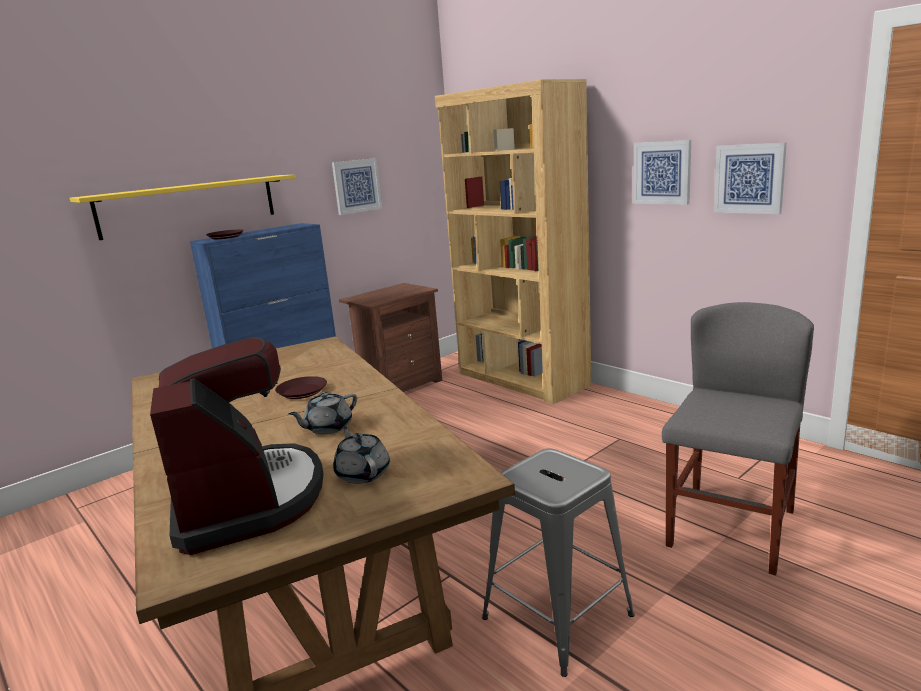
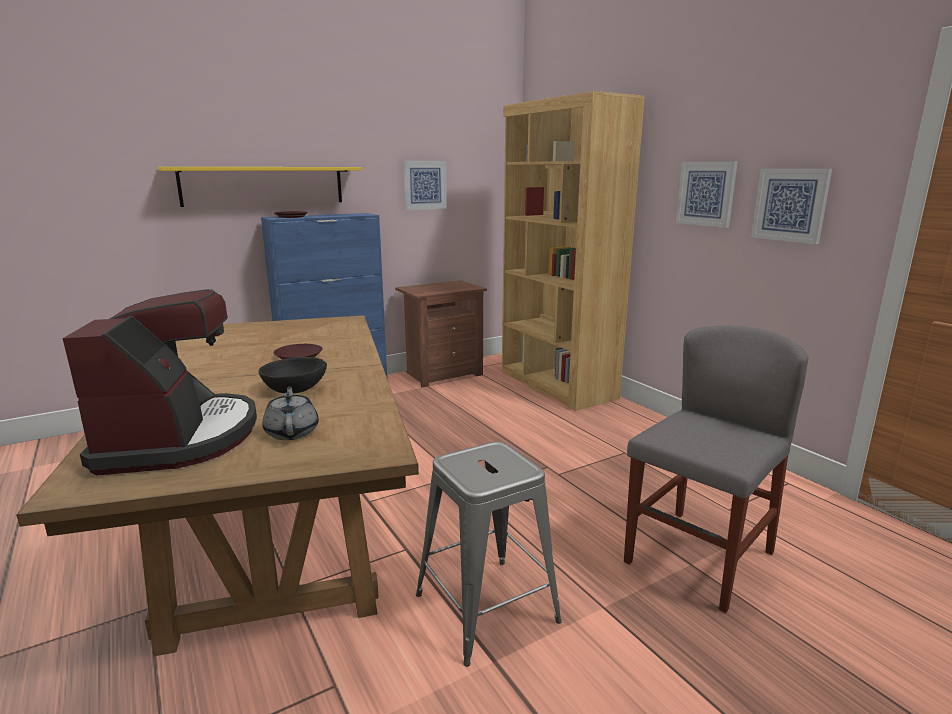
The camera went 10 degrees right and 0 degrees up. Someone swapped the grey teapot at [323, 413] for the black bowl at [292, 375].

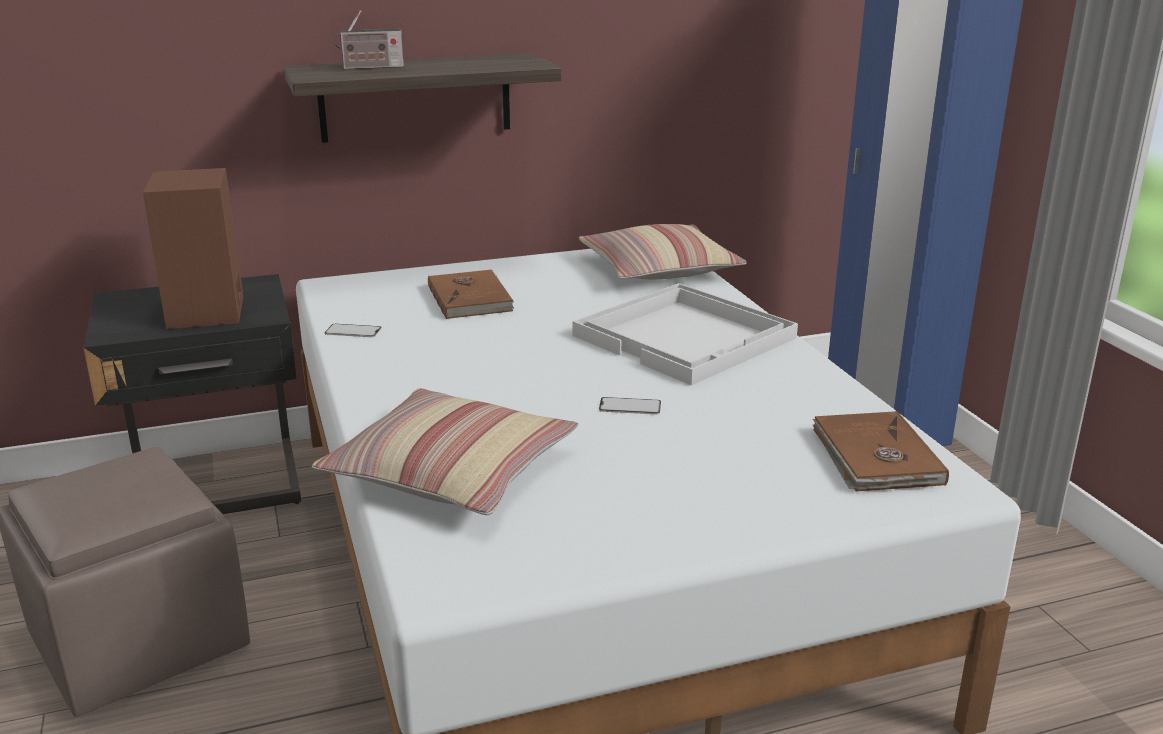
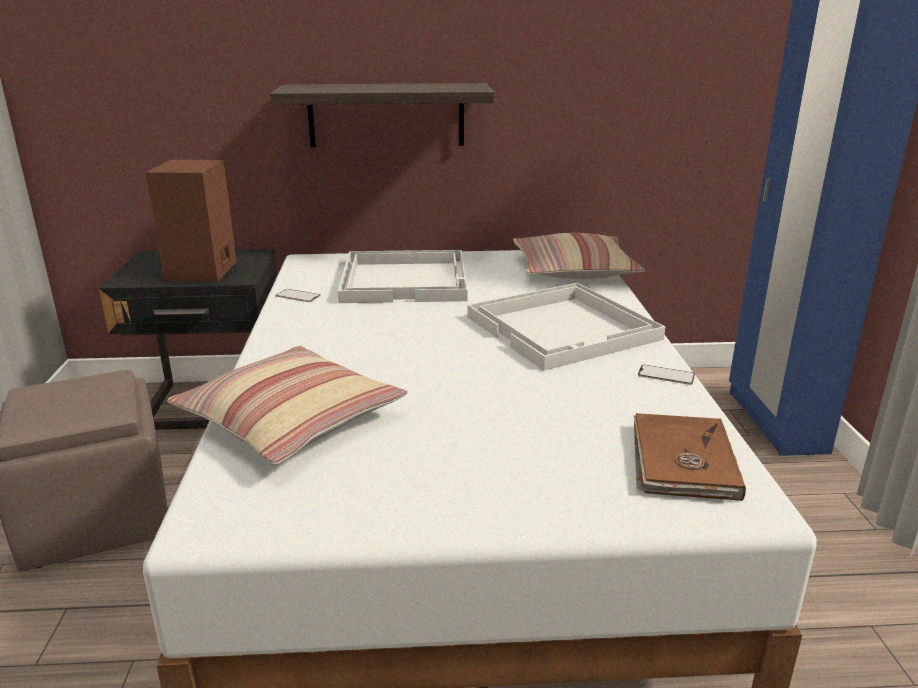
The camera went 15 degrees right and 0 degrees up. Someone took away the radio at [369, 39]. Someone swapped the brown book at [471, 294] for the white tray at [402, 276]. Someone carried the phone from [630, 406] to [666, 374].

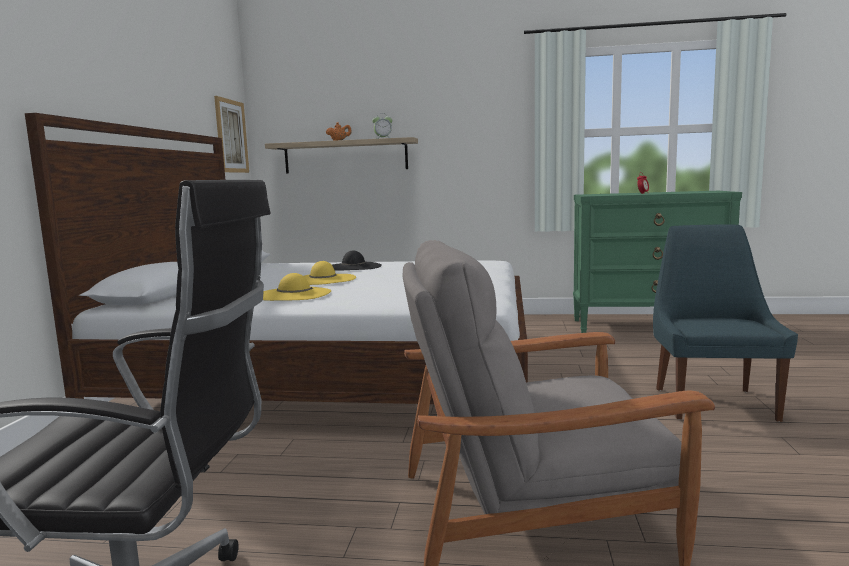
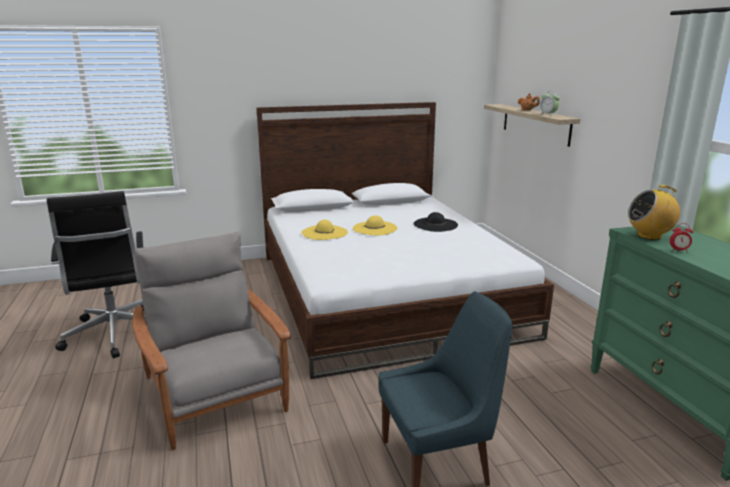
The camera went 65 degrees right and 10 degrees up. Someone took away the picture at [231, 134]. Someone put down the radio at [654, 212].

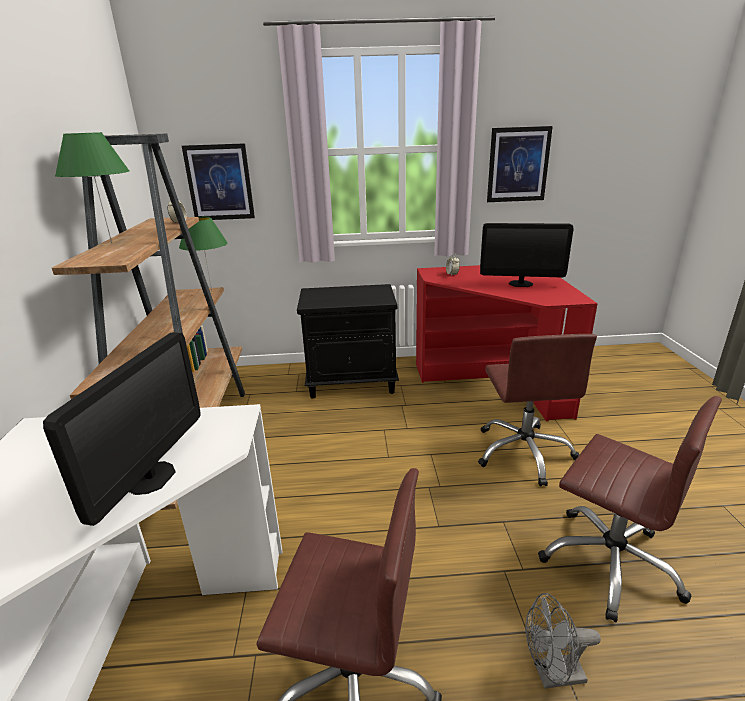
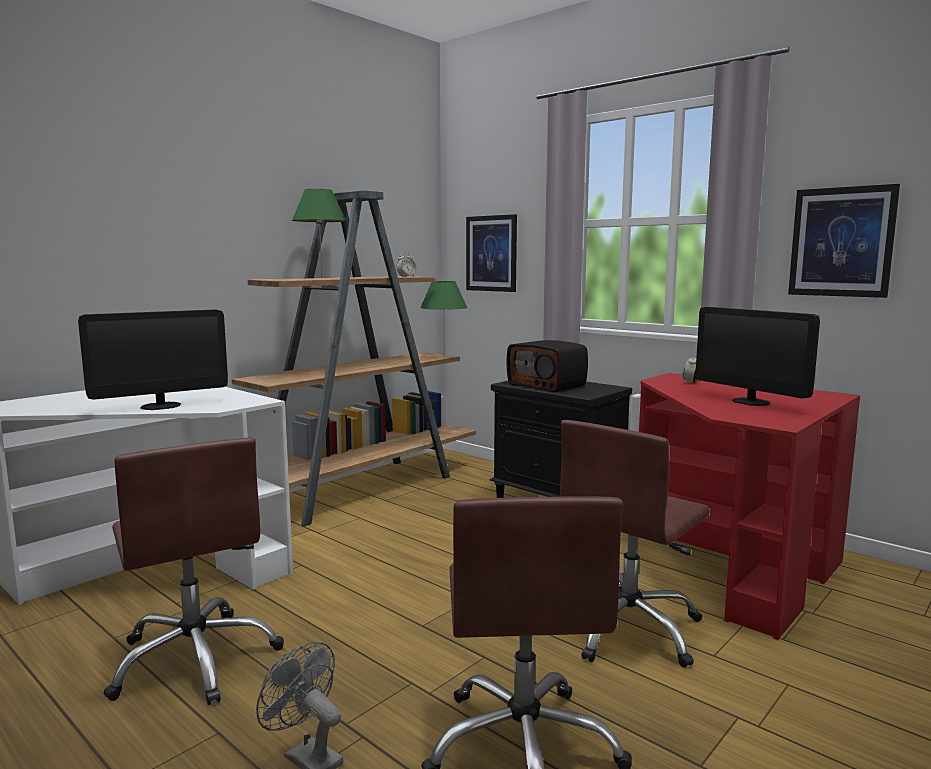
The camera went 45 degrees right and 15 degrees down. Someone put down the radio at [547, 366].

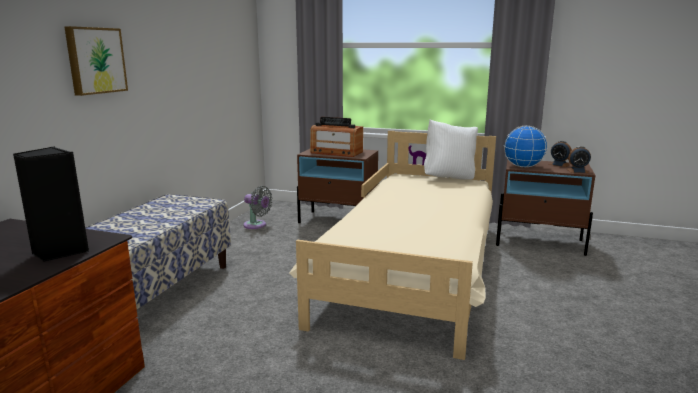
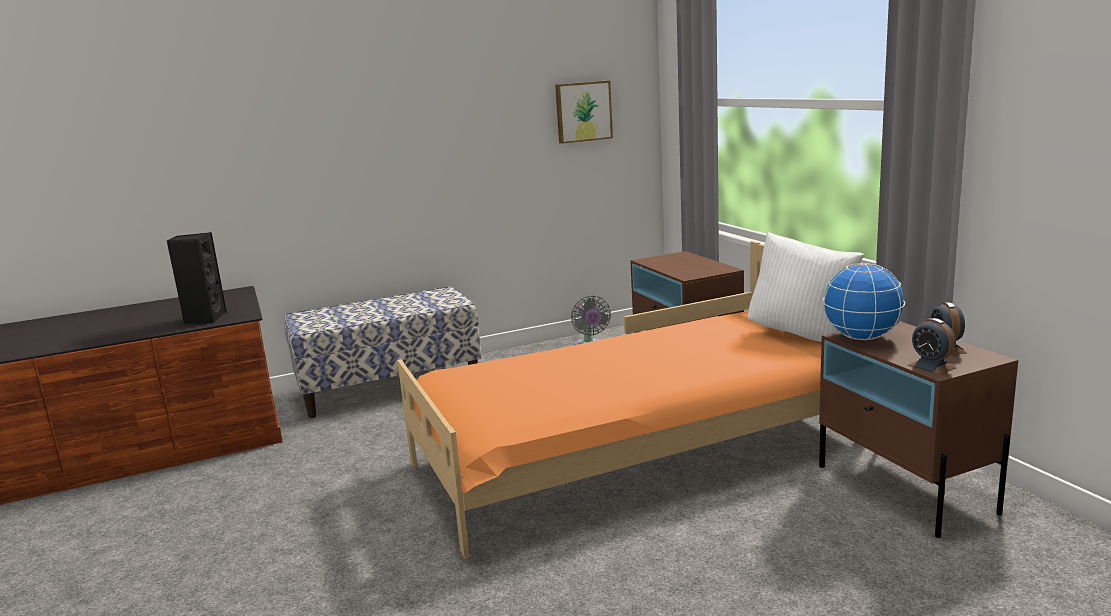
The camera went 50 degrees right and 0 degrees up. Someone carried the picture from [96, 61] to [584, 112]. Someone took away the radio at [336, 137]. Someone repainted the beige bed at [392, 245], which became the orange bed at [609, 400].

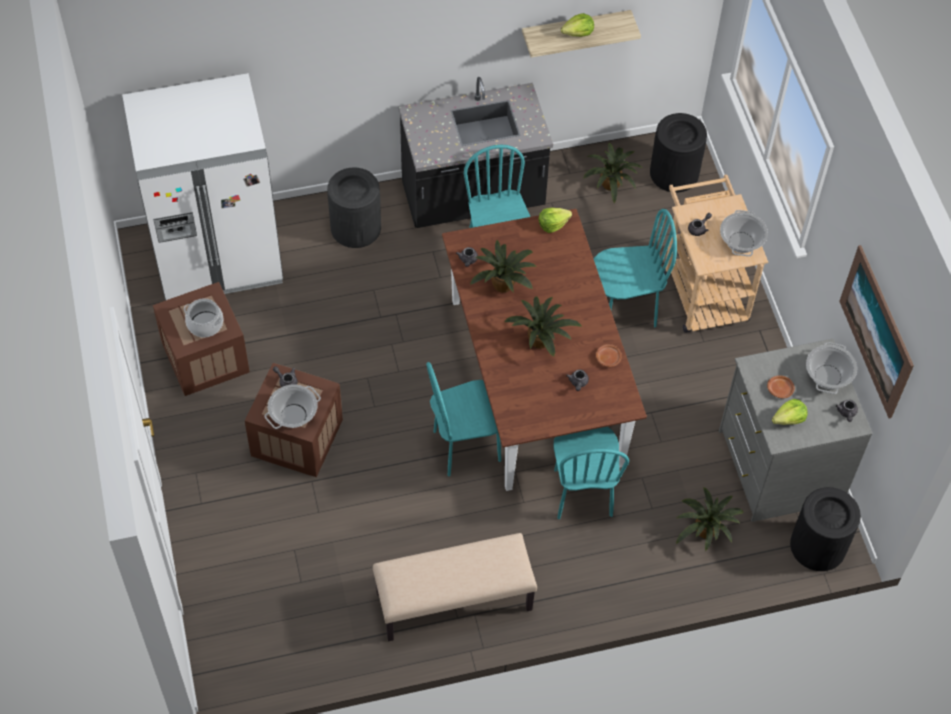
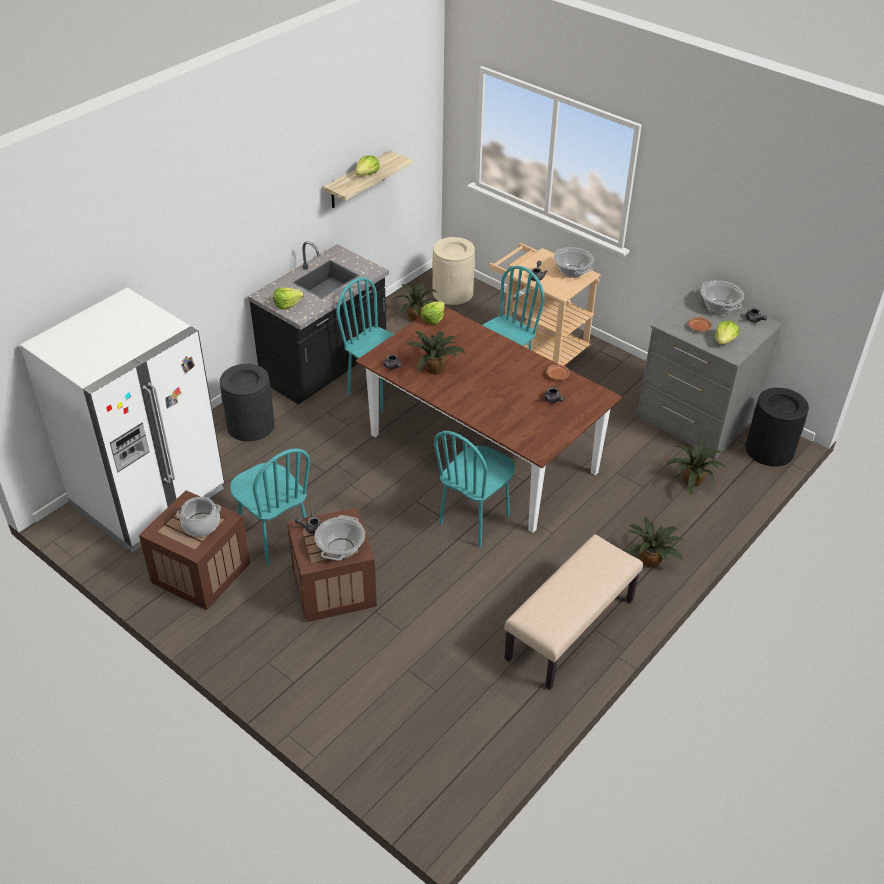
The camera went 35 degrees left and 15 degrees down. Someone repainted the black trash can at [678, 152], which became the beige trash can at [453, 271]. Someone took away the picture at [876, 331]. Someone carried the potted plant from [543, 326] to [655, 542]. Someone carried the turquoise chair from [591, 472] to [270, 507]. Someone put down the lettuce at [288, 298].

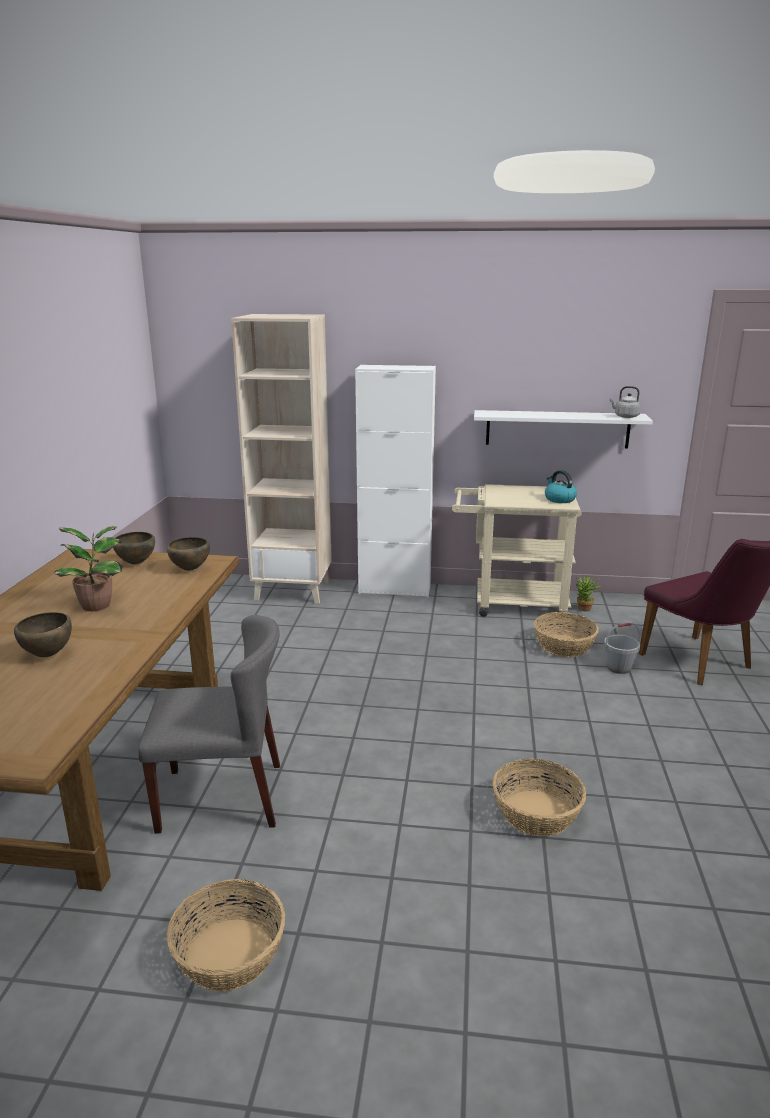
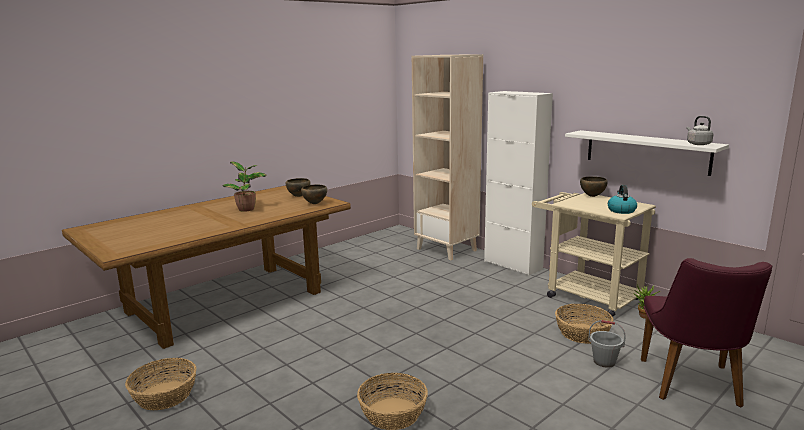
The camera went 40 degrees right and 5 degrees down. Someone carried the brown bowl from [43, 634] to [594, 186]. Someone took away the grey chair at [209, 724].

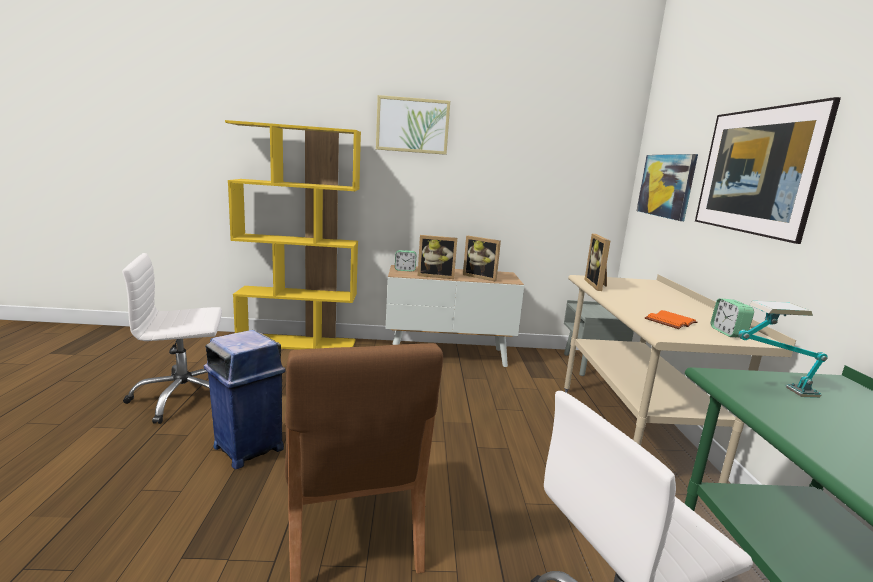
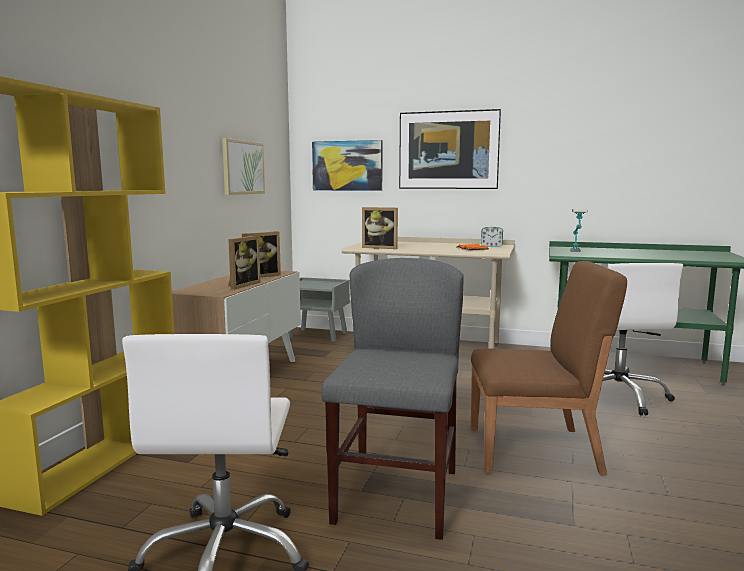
The camera went 70 degrees left and 5 degrees down. Someone carried the picture from [413, 125] to [243, 166]. Someone took away the alarm clock at [405, 260]. Someone swapped the blue trash can at [245, 399] for the grey chair at [392, 399].

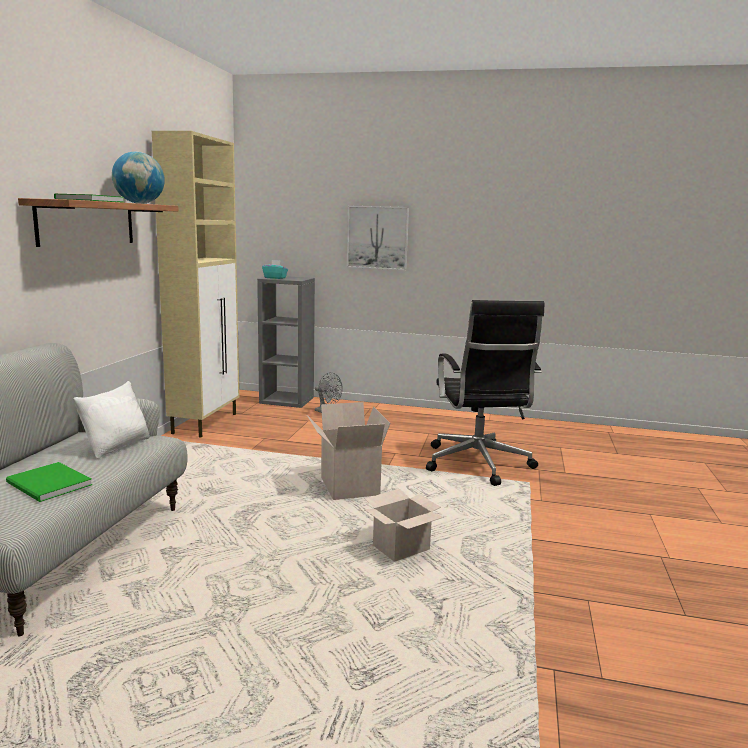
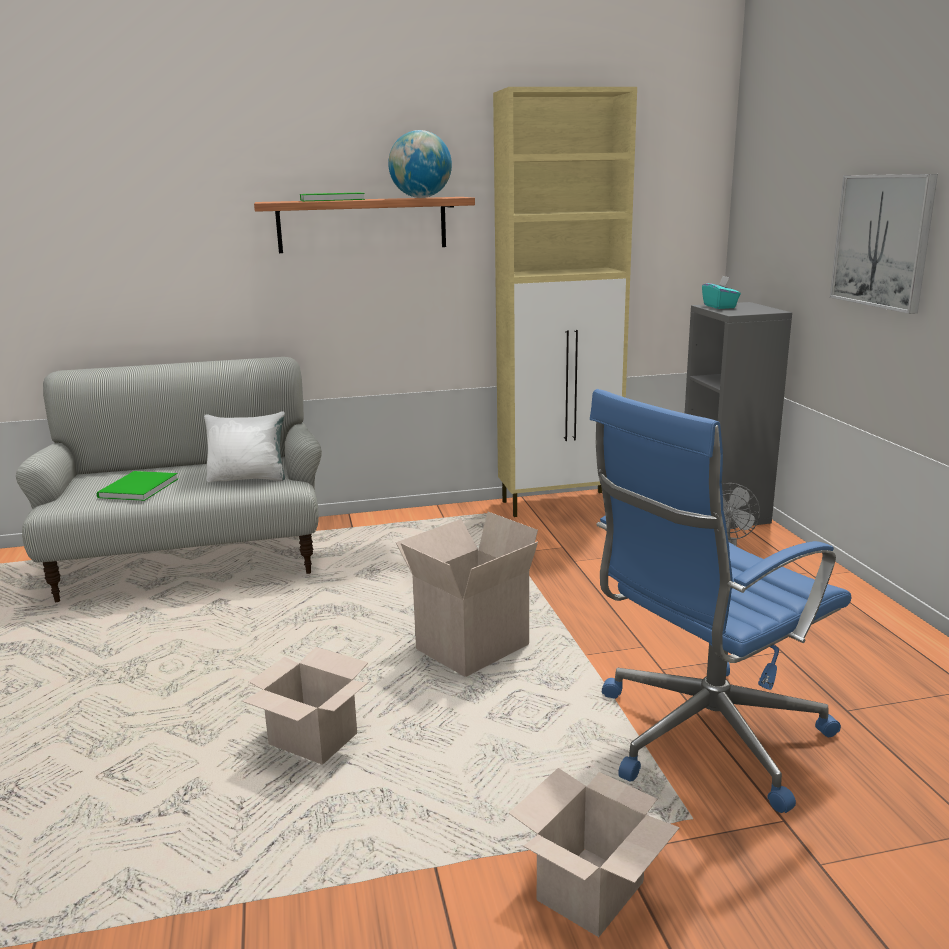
The camera went 65 degrees right and 5 degrees up. Someone repainted the black office chair at [485, 393], which became the blue office chair at [720, 601]. Someone put down the cardboard box at [594, 852].

